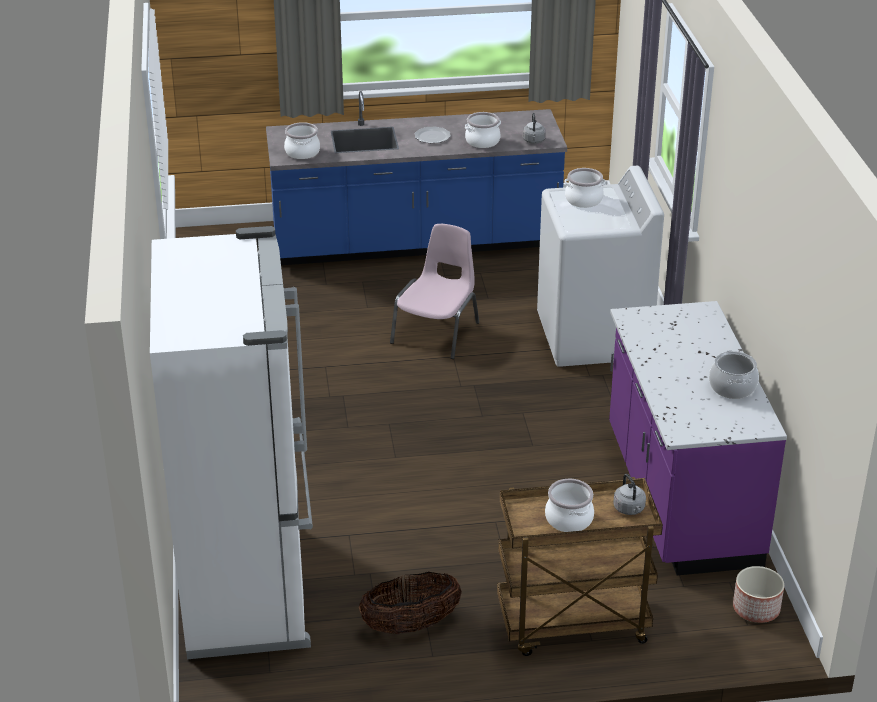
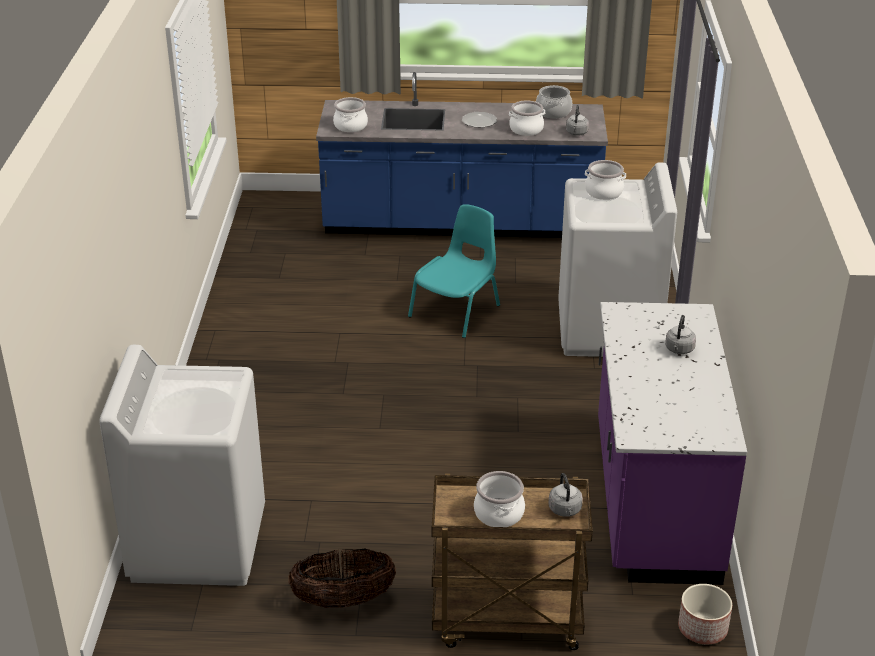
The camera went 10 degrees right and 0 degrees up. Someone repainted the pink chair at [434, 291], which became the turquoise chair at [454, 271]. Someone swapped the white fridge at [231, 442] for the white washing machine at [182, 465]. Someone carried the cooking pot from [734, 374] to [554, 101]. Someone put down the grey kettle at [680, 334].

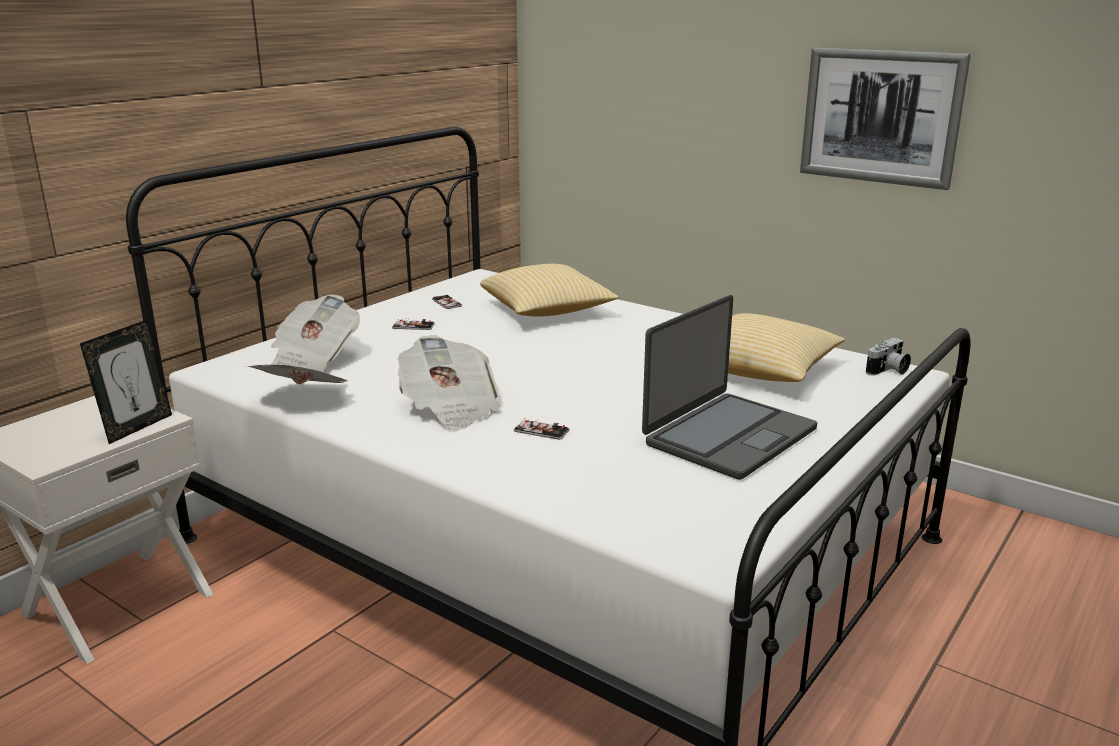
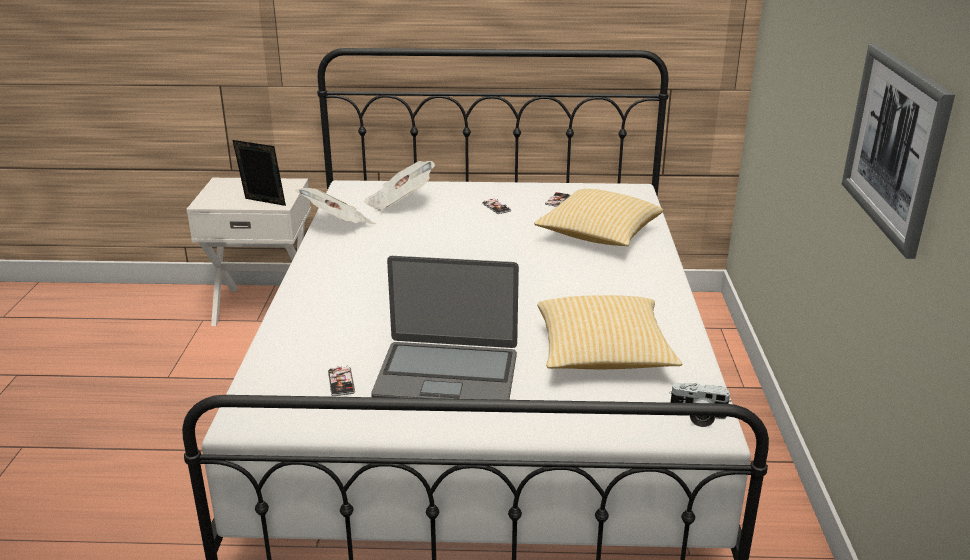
The camera went 55 degrees right and 5 degrees up. Someone rotated the picture frame at [126, 382] by 150 degrees counterclockwise. Someone took away the newspaper at [449, 383]. Someone carried the phone from [541, 429] to [341, 381].

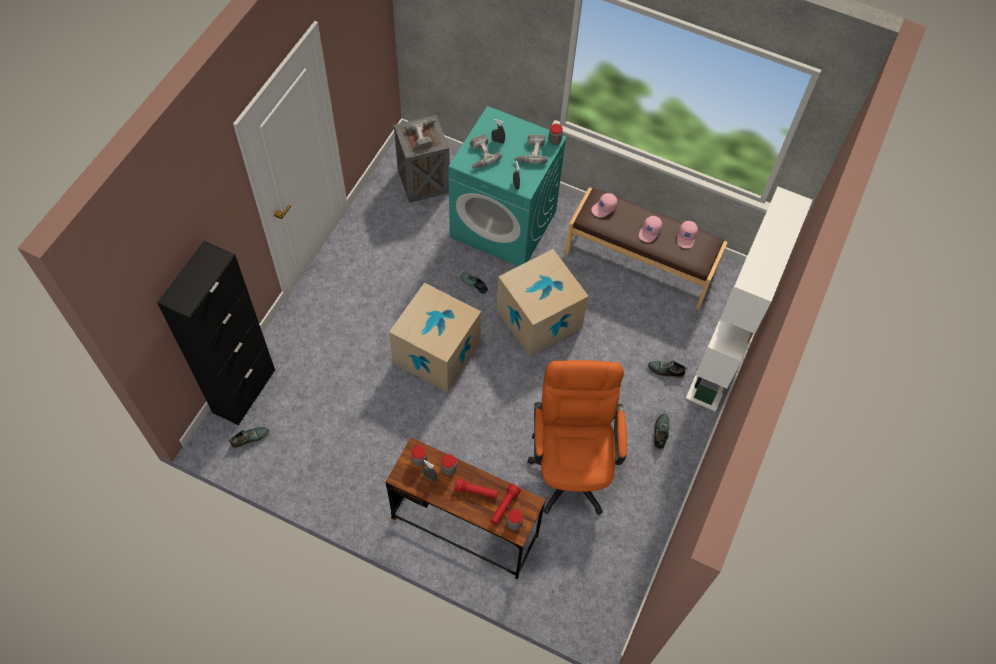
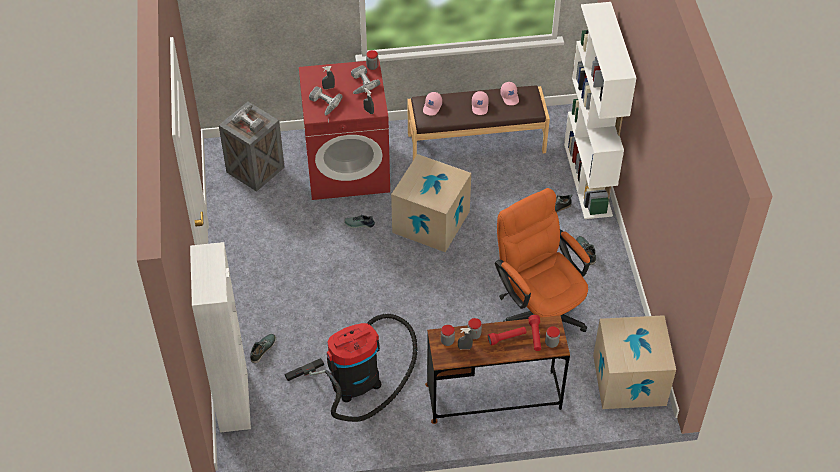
The camera went 30 degrees left and 10 degrees down. Someone repainted the turquoise washing machine at [507, 186], which became the red washing machine at [344, 130]. Someone repainted the black cabinet at [216, 333], which became the white cabinet at [220, 337]. Someone carried the cardboard box from [435, 337] to [634, 362]. Someone carried the shoe from [249, 438] to [263, 348]. Someone put down the vacuum cleaner at [351, 368].

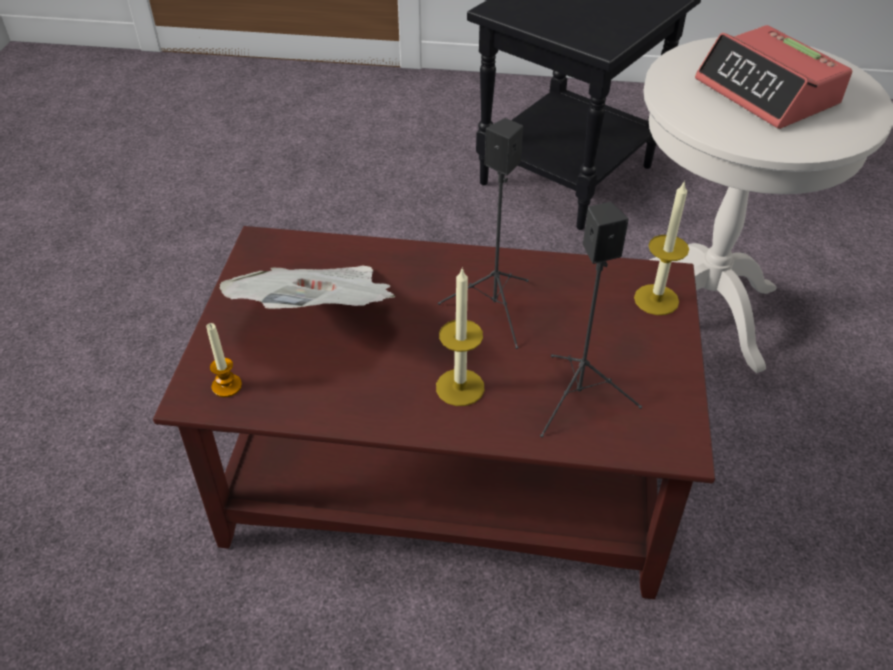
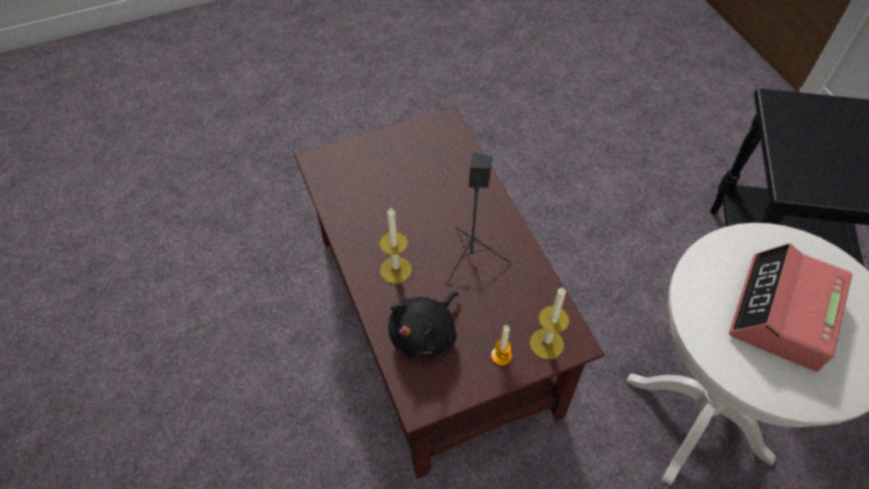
The camera went 60 degrees right and 10 degrees up. Someone swapped the black speaker at [591, 319] for the black plush toy at [423, 325]. Someone took away the newspaper at [308, 287]. Someone carried the candle from [224, 360] to [501, 345].

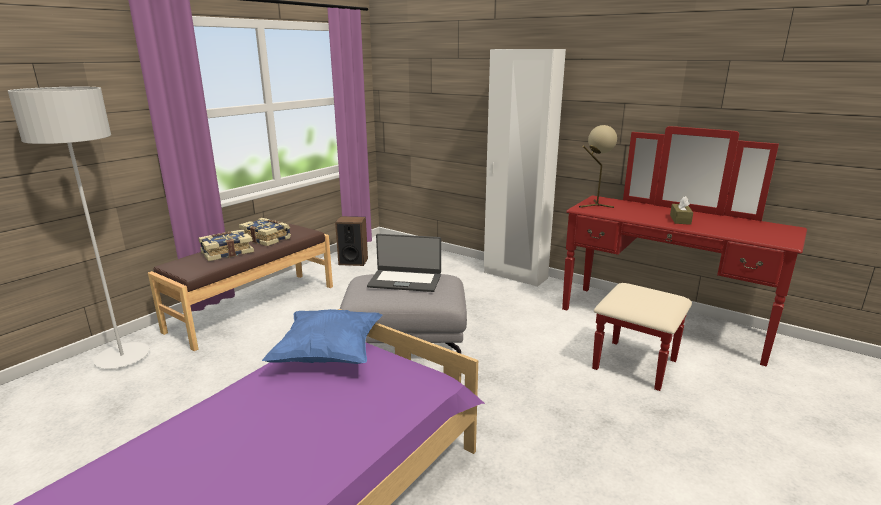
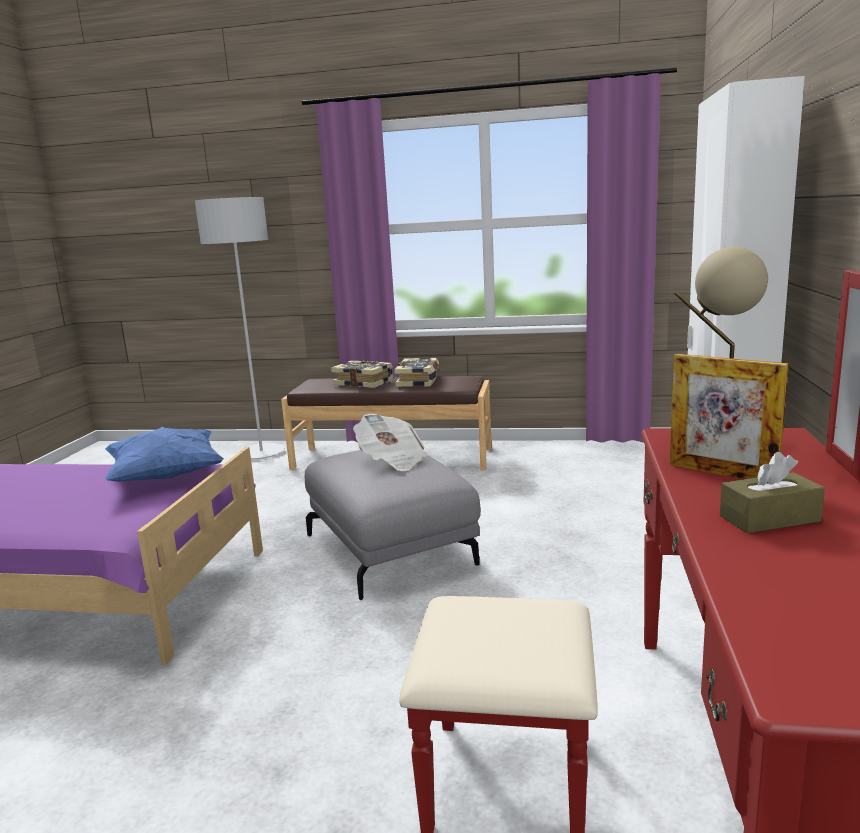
The camera went 65 degrees right and 5 degrees down. Someone took away the speaker at [351, 241]. Someone swapped the laptop at [404, 263] for the newspaper at [390, 442]. Someone put down the picture frame at [729, 416].

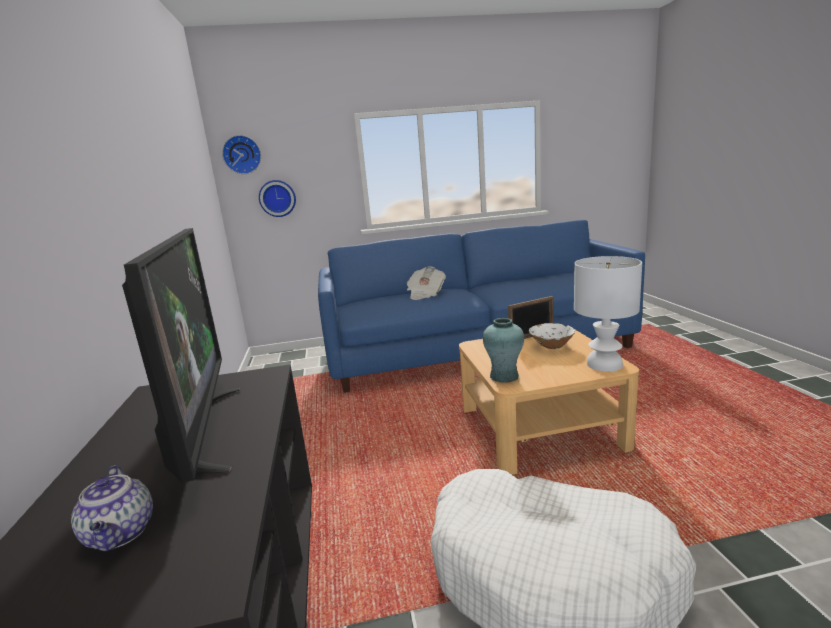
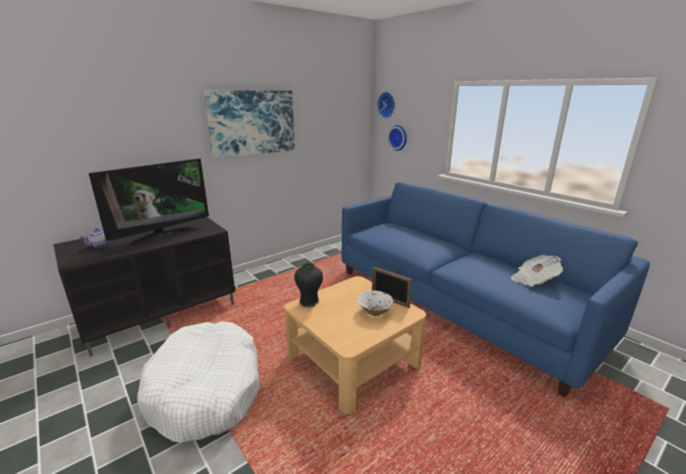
The camera went 60 degrees right and 5 degrees up. Someone took away the white table lamp at [608, 314]. Someone carried the newspaper from [426, 283] to [537, 271]. Someone repainted the turquoise vase at [503, 350], which became the black vase at [309, 285]. Someone put up the picture at [249, 124].

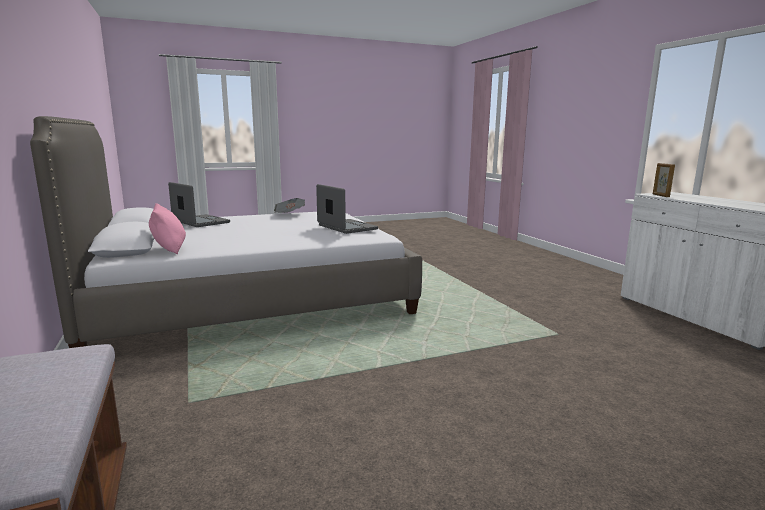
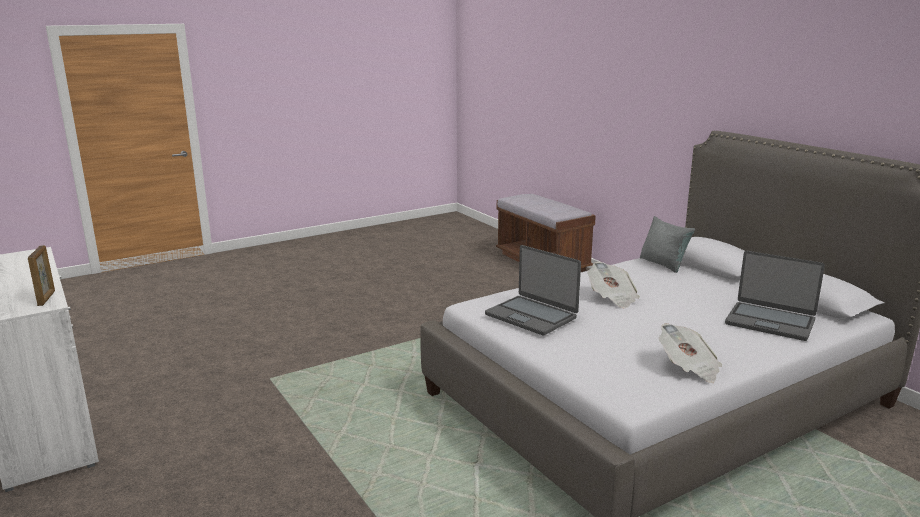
The camera went 170 degrees right and 5 degrees up. Someone repainted the pink pillow at [167, 228], which became the grey pillow at [667, 244]. Someone put down the newspaper at [613, 285].

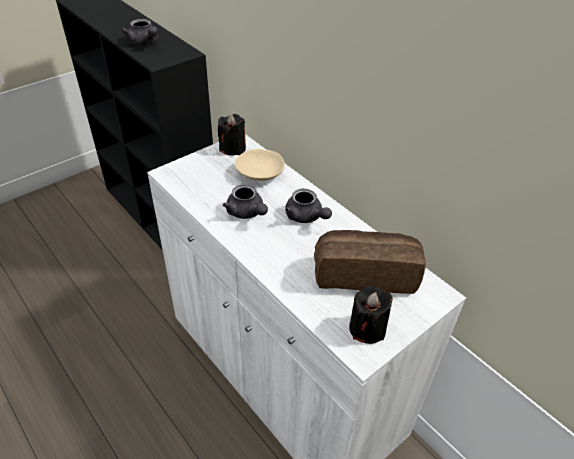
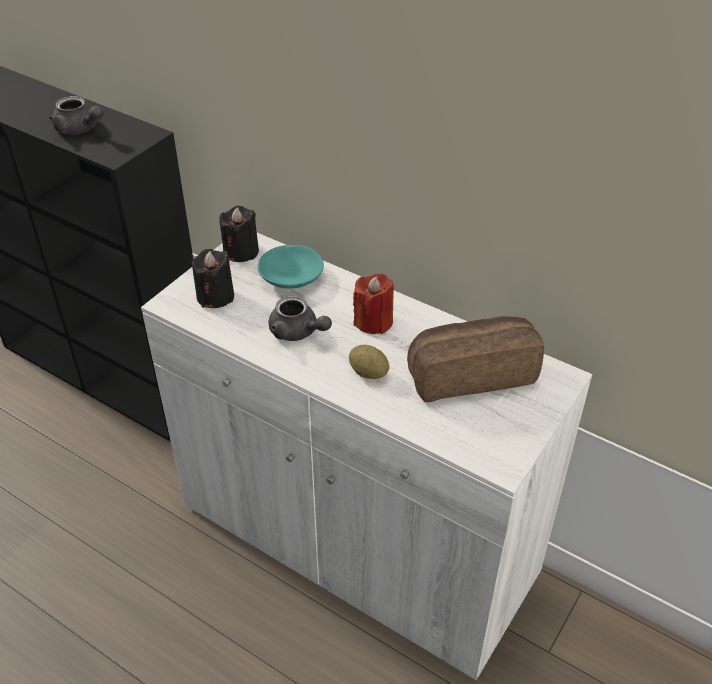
The camera went 15 degrees left and 0 degrees up. Someone repainted the beige bowl at [260, 165], which became the turquoise bowl at [290, 267]. Someone swapped the grey teapot at [308, 206] for the red candle at [373, 303]. Someone carried the black candle from [371, 314] to [213, 278]. Someone put down the potato at [369, 362].

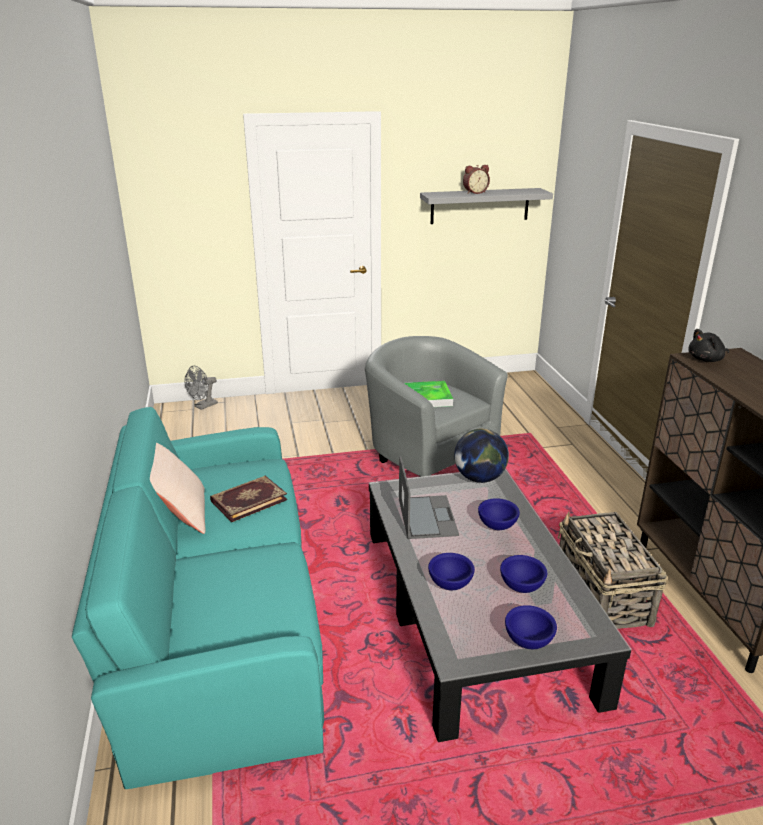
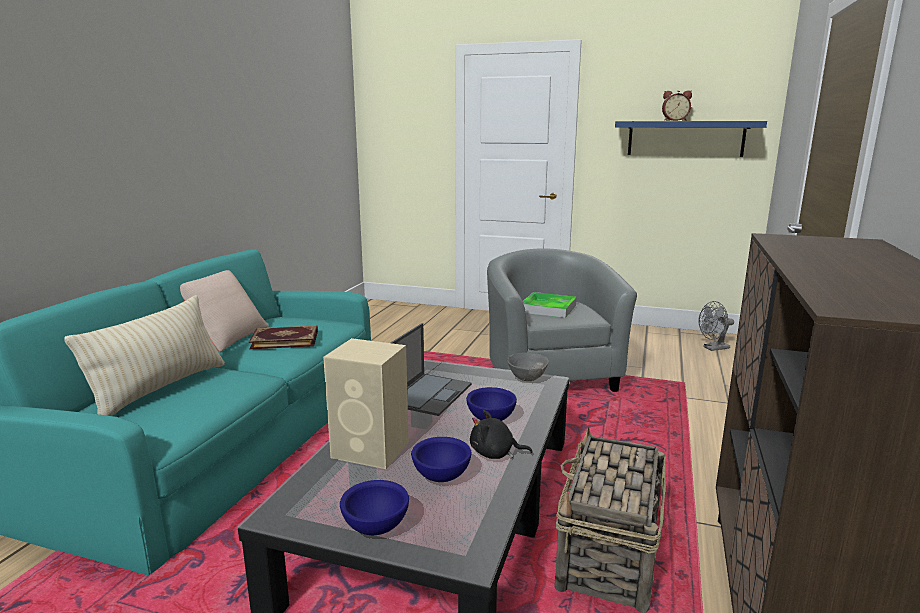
The camera went 30 degrees right and 10 degrees down. Someone repainted the grey shelf at [486, 206], which became the blue shelf at [691, 139]. Someone carried the black plush toy from [708, 345] to [501, 434]. Someone carried the grey fan from [201, 388] to [716, 326]. Someone swapped the globe at [481, 456] for the grey bowl at [528, 367]. Someone swapped the blue bowl at [451, 571] for the beige speaker at [366, 403]. Someone put down the beige pillow at [144, 355].

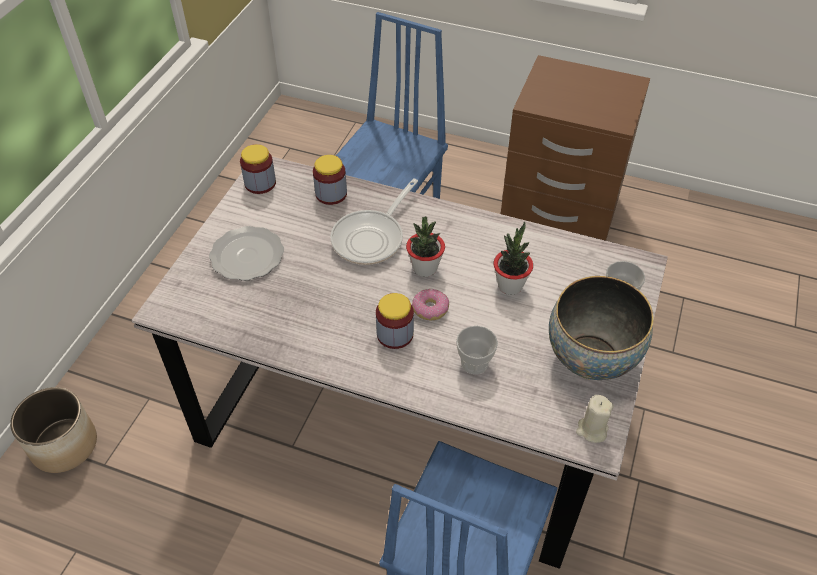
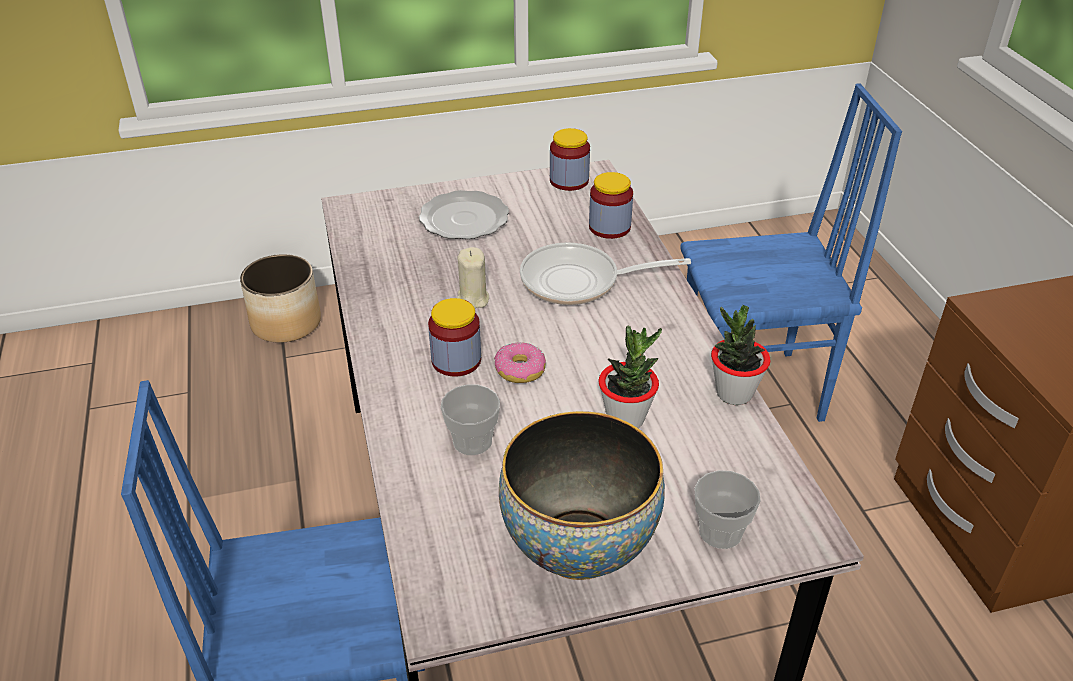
The camera went 55 degrees right and 10 degrees down. Someone carried the potted plant from [425, 247] to [740, 355]. Someone carried the beige candle from [595, 419] to [472, 277].

